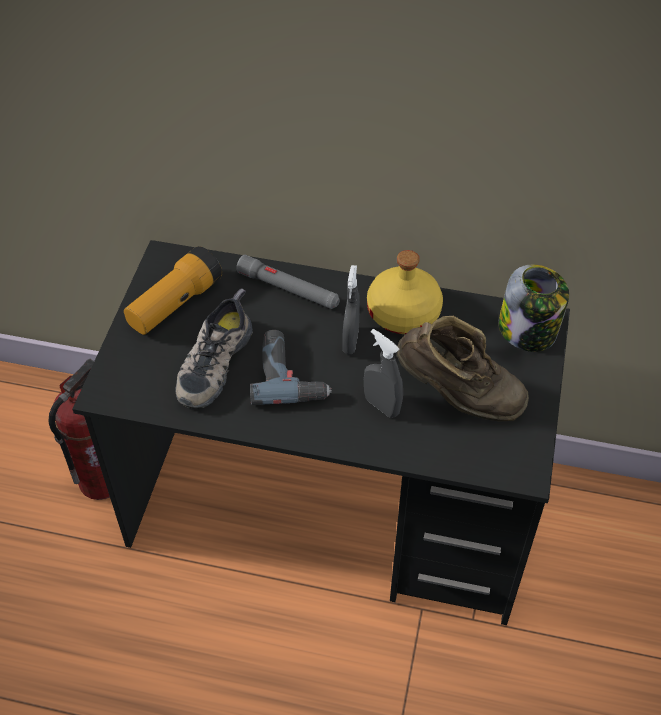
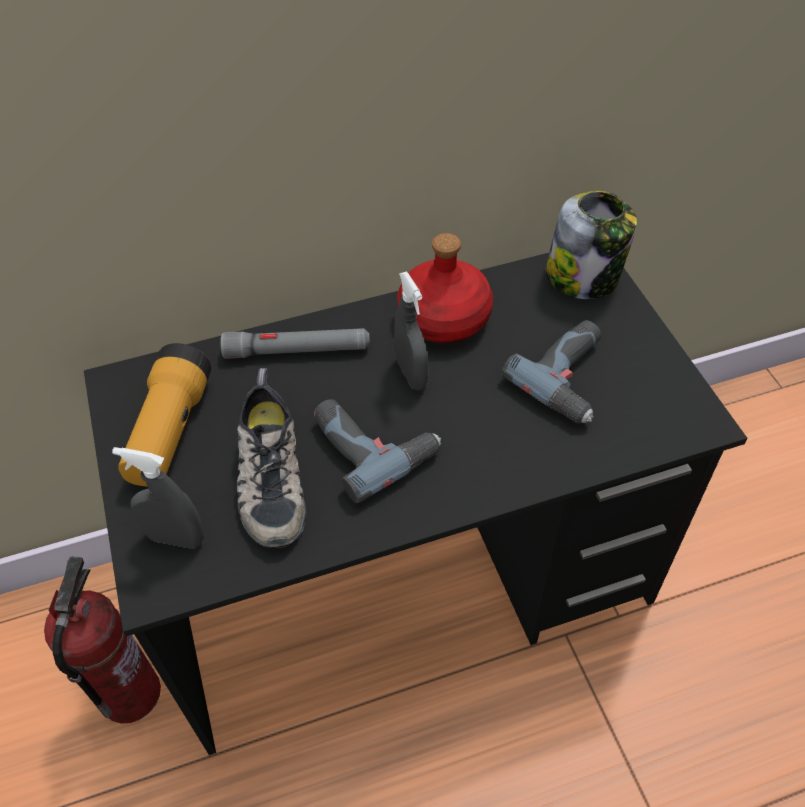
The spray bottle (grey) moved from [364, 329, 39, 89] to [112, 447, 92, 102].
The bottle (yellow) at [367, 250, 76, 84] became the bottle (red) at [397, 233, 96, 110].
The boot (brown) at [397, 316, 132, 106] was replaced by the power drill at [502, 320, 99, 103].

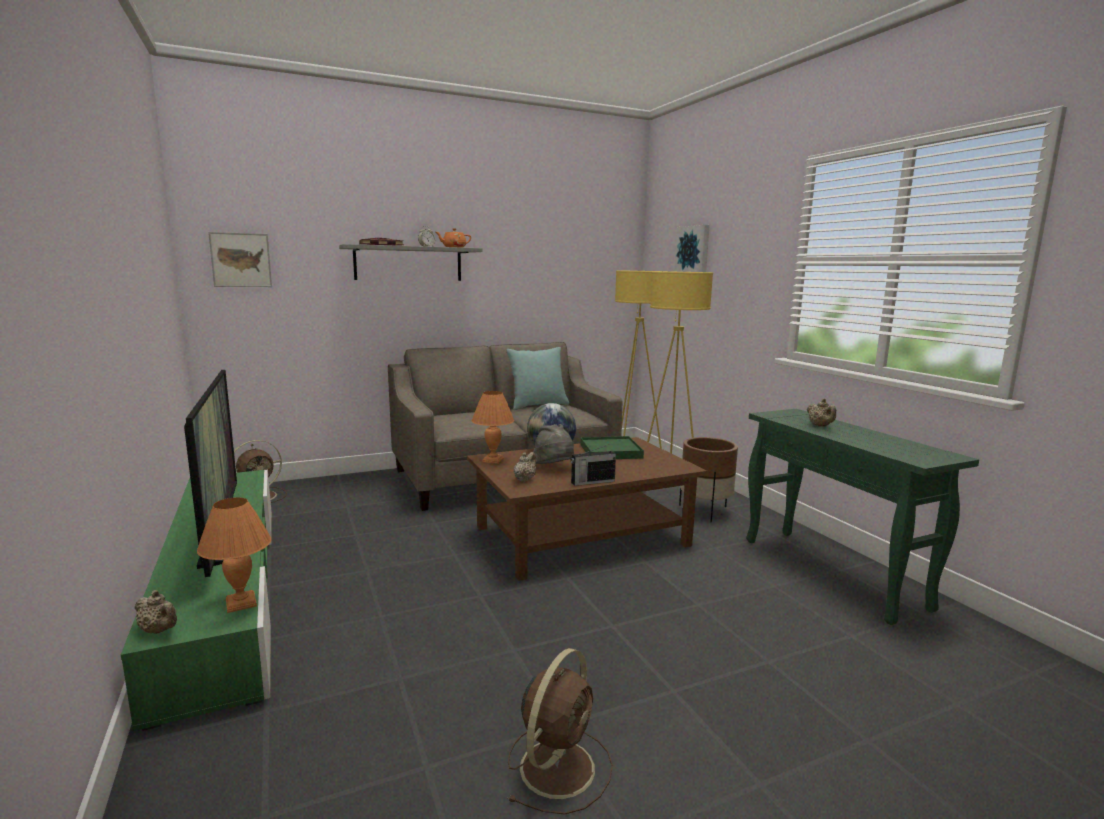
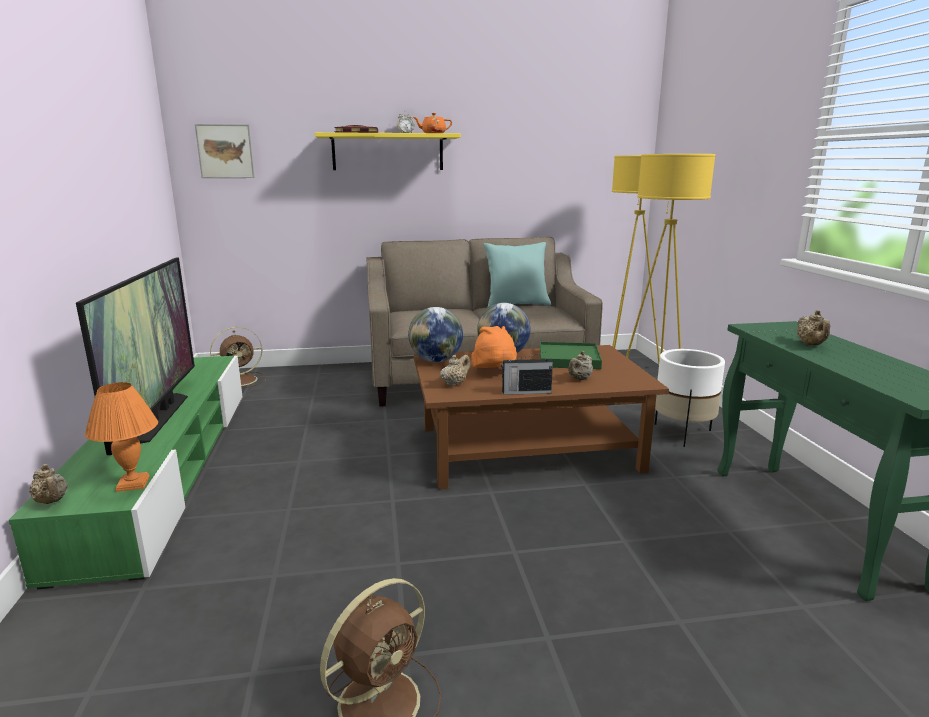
The shelf (grey) at [339, 244, 144, 37] became the shelf (yellow) at [315, 132, 146, 38].
The table lamp (orange) at [472, 391, 42, 73] was replaced by the globe at [408, 307, 55, 55].
The hat (grey) at [533, 424, 41, 40] became the hat (orange) at [471, 326, 46, 42].
The picture at [674, 225, 36, 47] disappeared.
The planter (brown) at [679, 437, 59, 85] became the planter (white) at [655, 349, 70, 98].
The teapot (beige) at [568, 351, 25, 29] appeared.

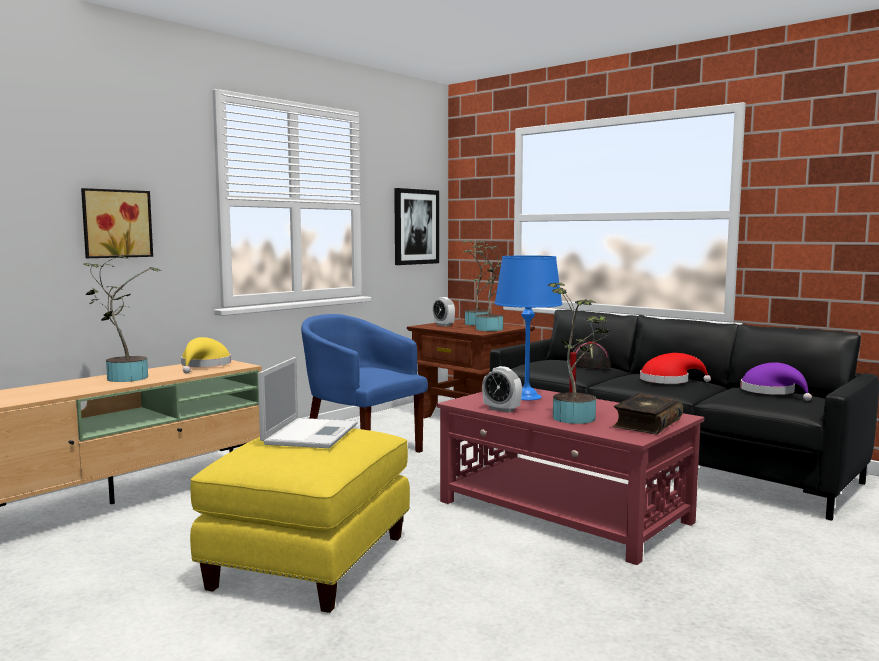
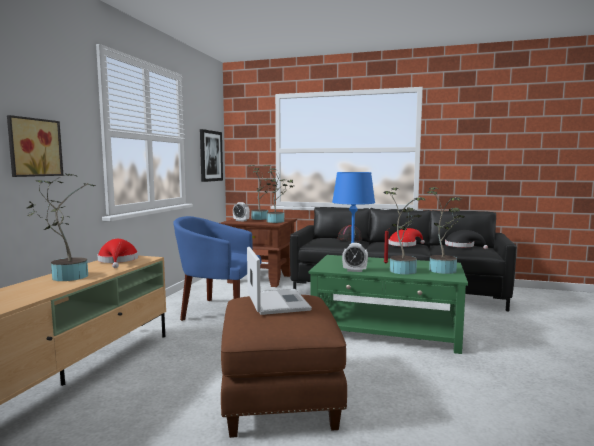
The hat (yellow) at [181, 337, 50, 36] became the hat (red) at [97, 239, 41, 29].
The ottoman (yellow) at [190, 428, 220, 185] became the ottoman (brown) at [221, 295, 126, 143].
The coffee table (red) at [437, 386, 267, 179] became the coffee table (green) at [309, 255, 159, 99].
The book at [613, 393, 70, 41] was replaced by the potted plant at [427, 187, 38, 87].
The hat (purple) at [740, 362, 72, 39] became the hat (black) at [445, 230, 43, 19].

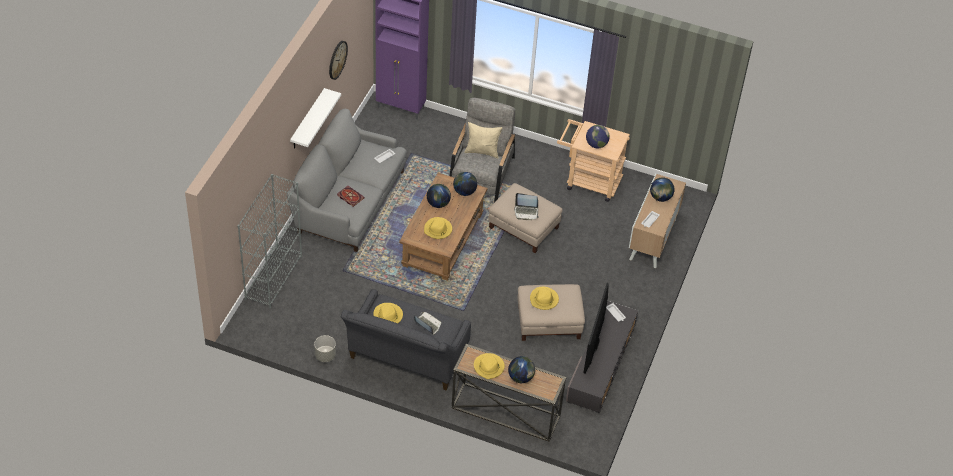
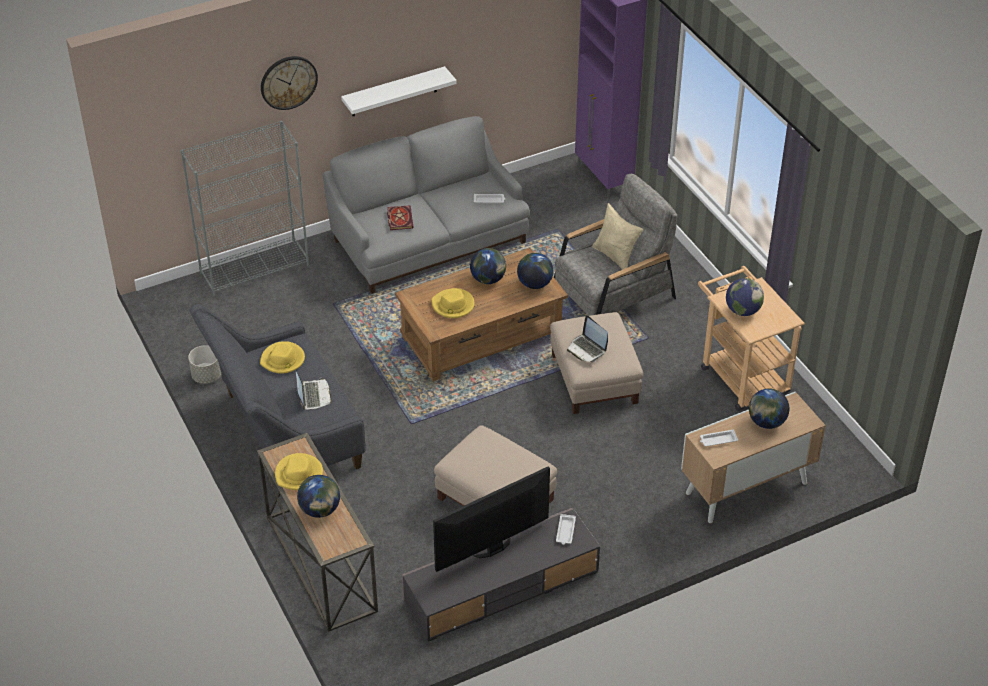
The wall clock moved from [329, 41, 19, 39] to [261, 56, 57, 54].
The hat (yellow) at [530, 287, 29, 23] disappeared.

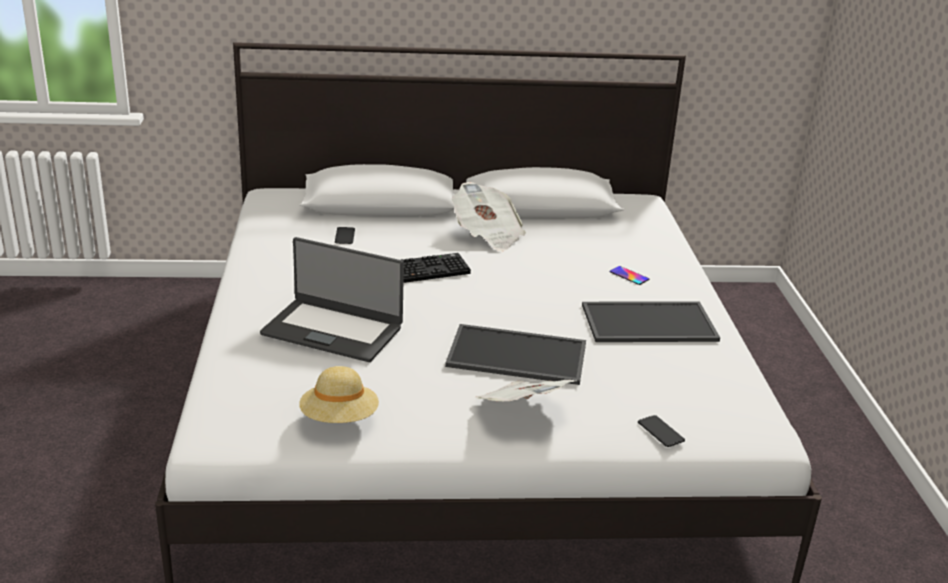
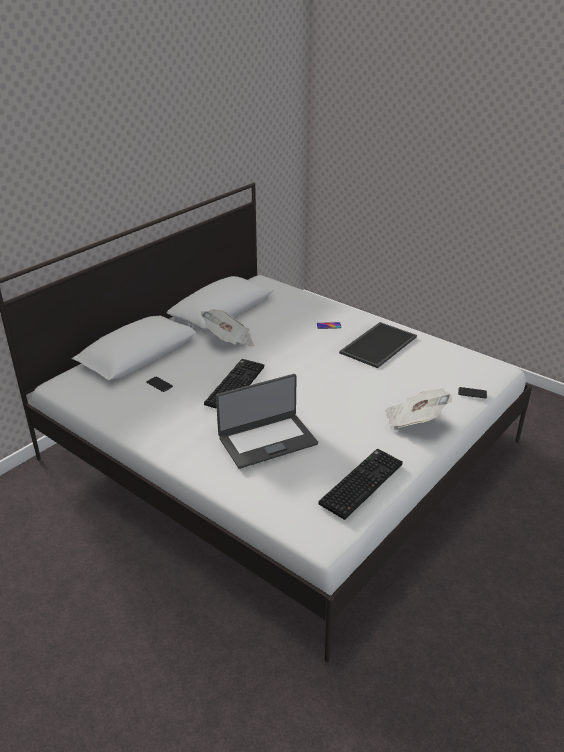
The hat (beige) at [299, 366, 80, 57] was replaced by the keyboard at [318, 449, 85, 71].
The tray at [445, 324, 141, 61] disappeared.

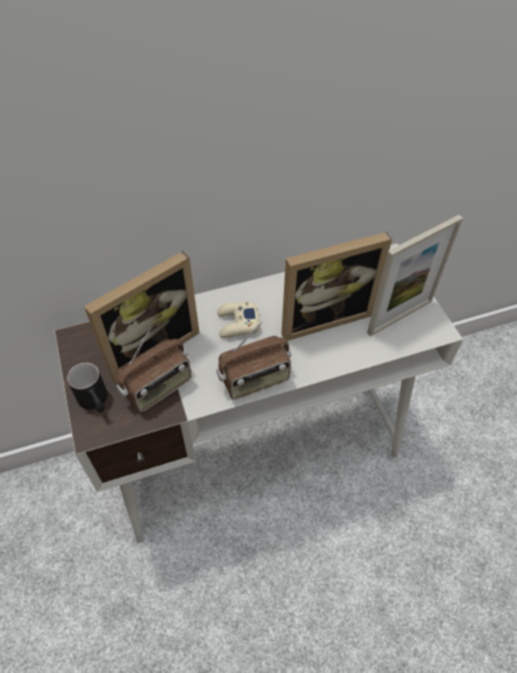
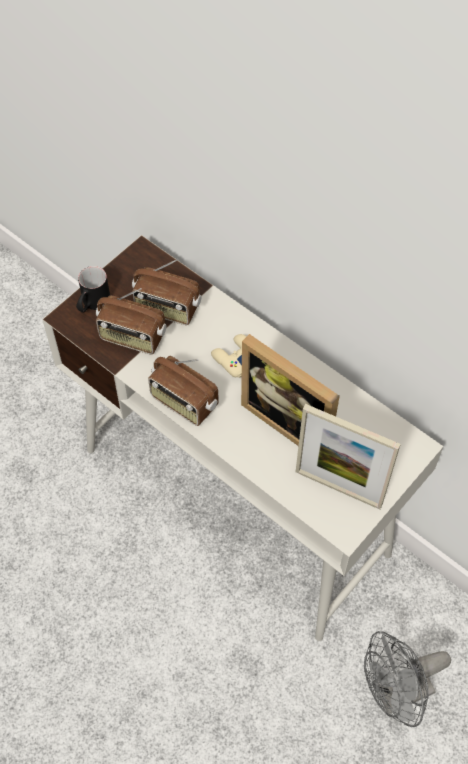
The picture frame at [84, 251, 115, 134] was replaced by the radio at [132, 259, 70, 66].
The fan (grey) at [364, 631, 87, 96] appeared.

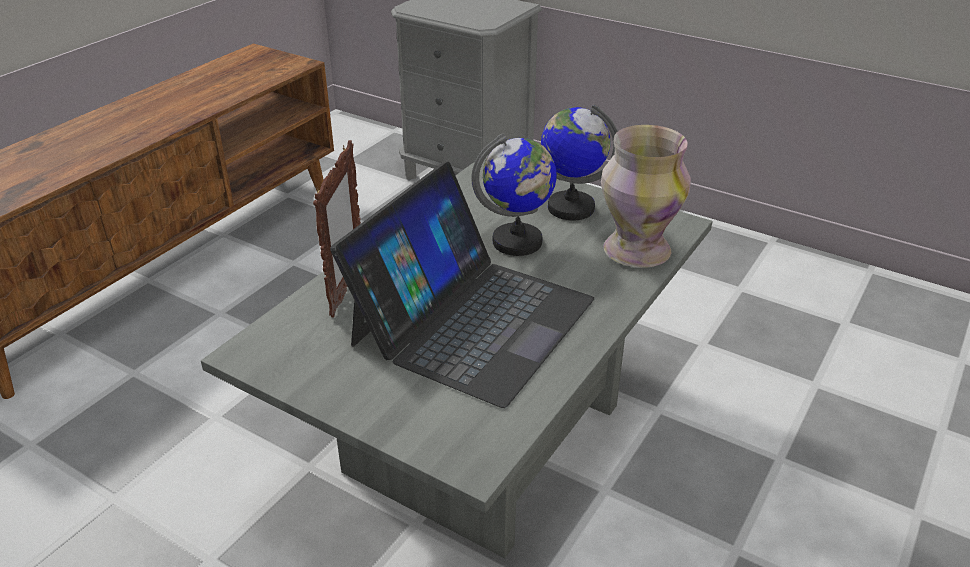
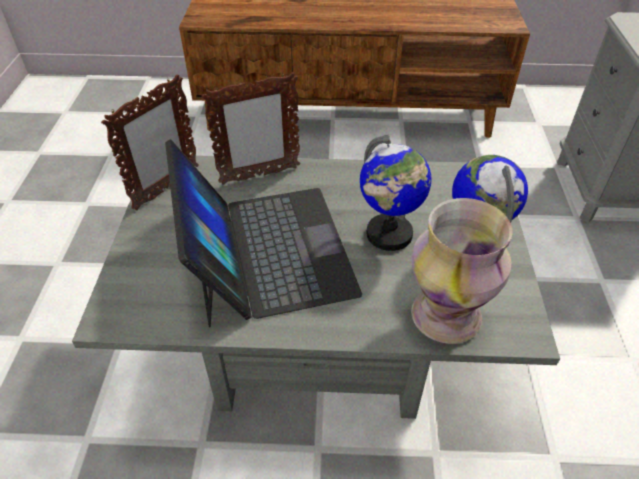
The laptop at [330, 162, 264, 246] turned 105 degrees counterclockwise.
The picture frame at [101, 74, 98, 136] appeared.

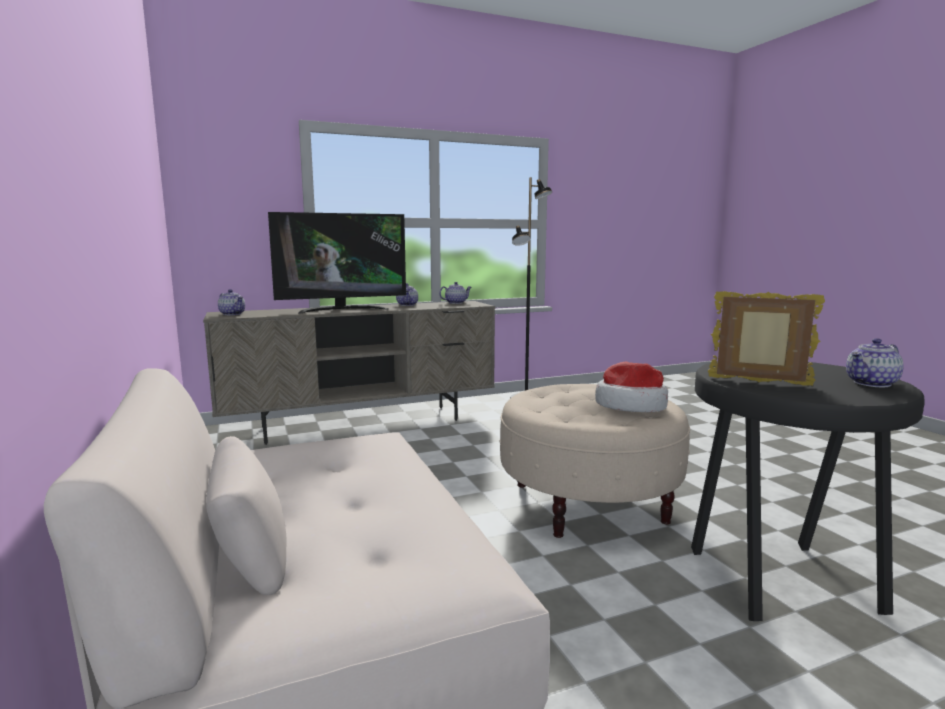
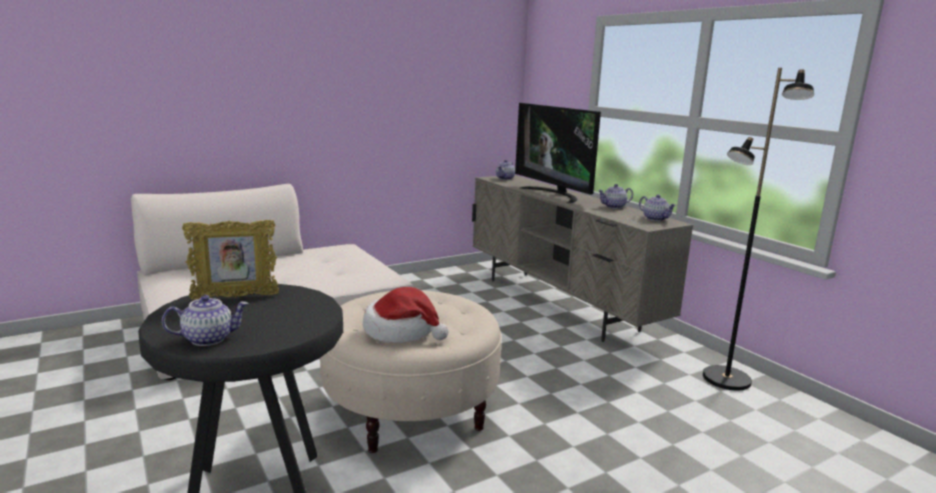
The picture frame at [708, 291, 117, 95] turned 60 degrees clockwise.
The teapot at [846, 338, 58, 49] turned 105 degrees clockwise.

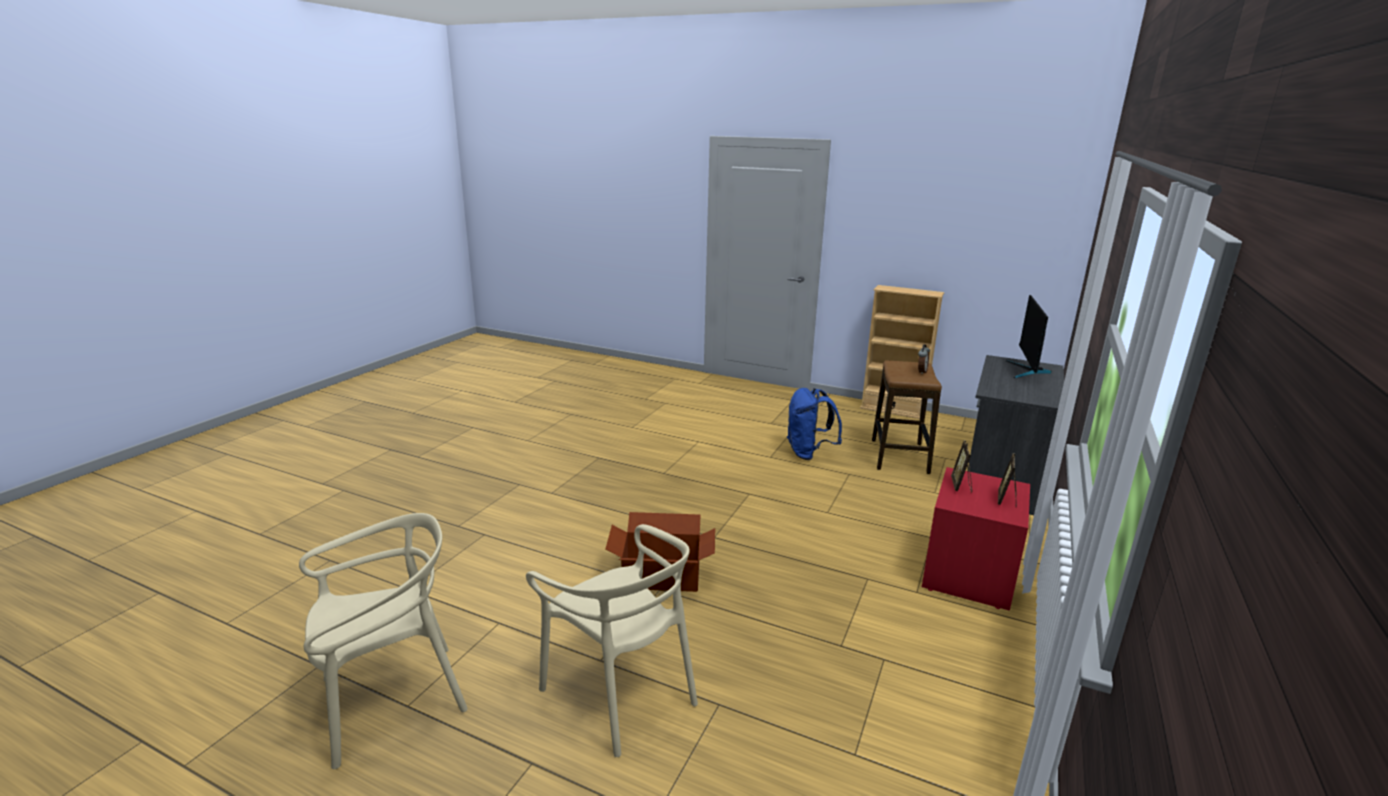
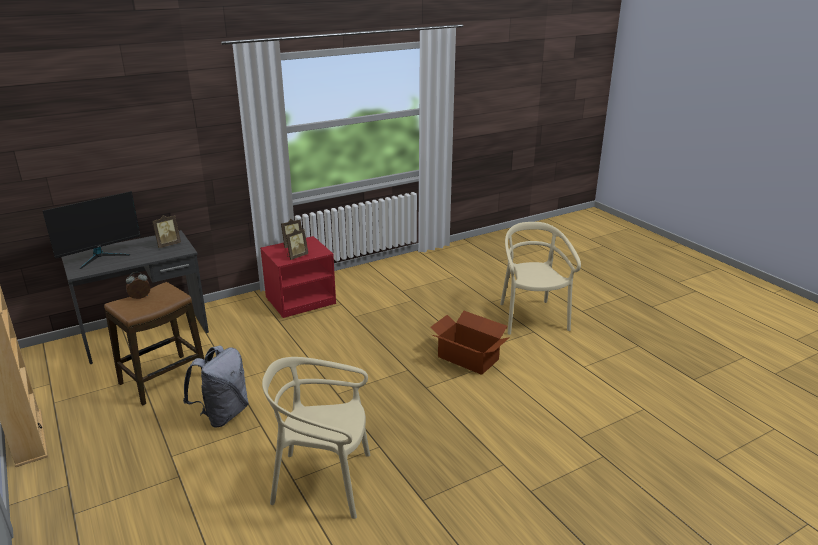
The chair (beige) moved from [299, 513, 169, 256] to [262, 357, 108, 162].
The backpack (blue) at [787, 388, 55, 72] became the backpack (grey) at [183, 345, 66, 83].
The picture frame at [152, 215, 29, 33] appeared.

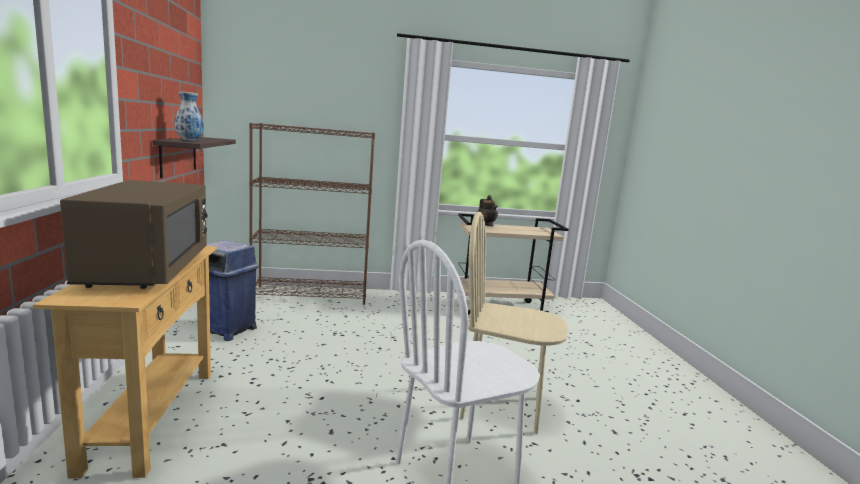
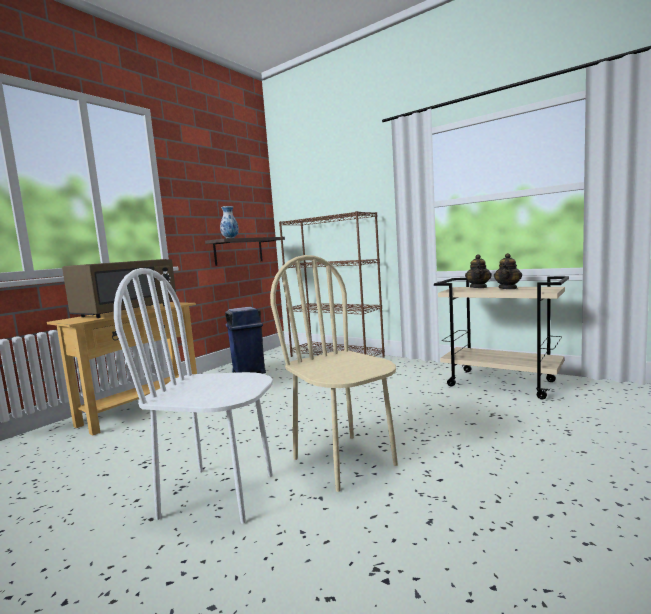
The teapot at [494, 253, 28, 36] appeared.

